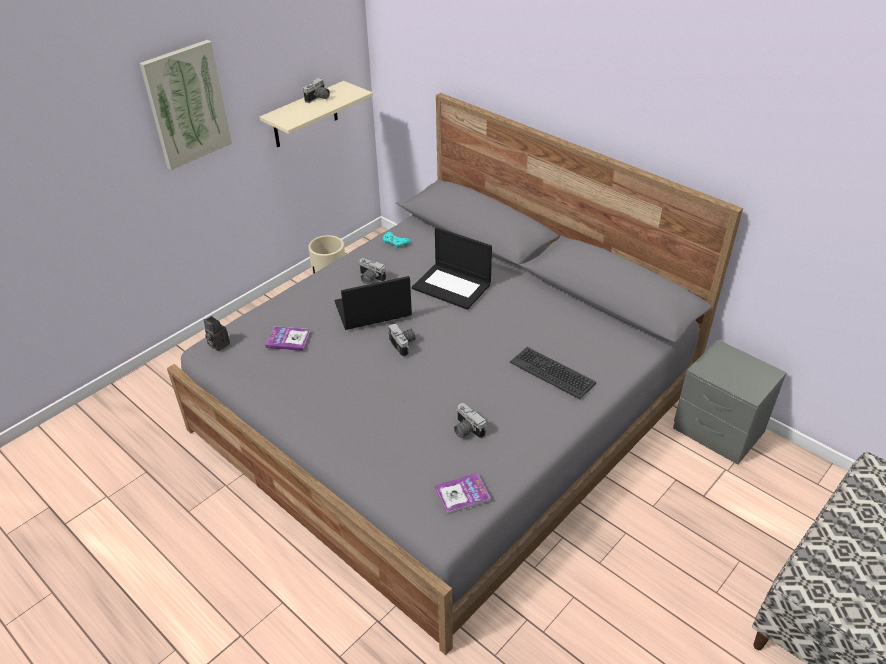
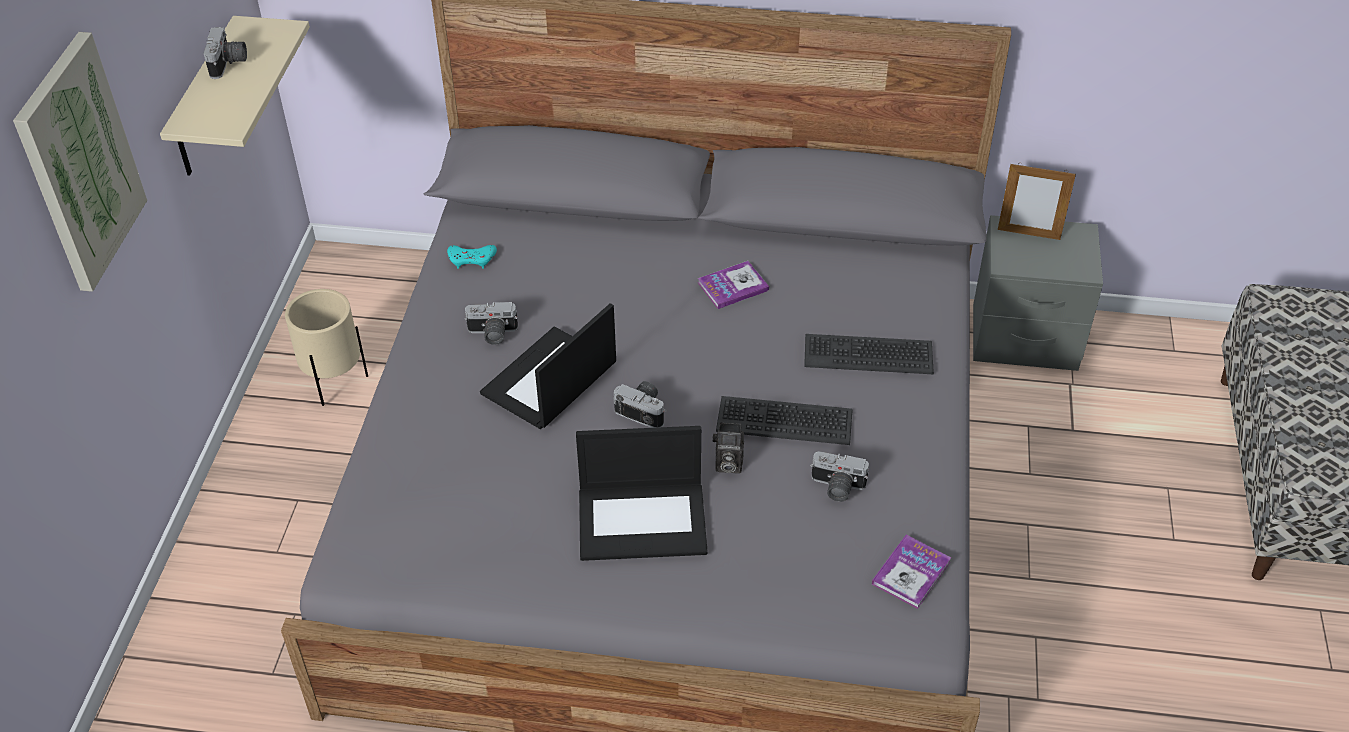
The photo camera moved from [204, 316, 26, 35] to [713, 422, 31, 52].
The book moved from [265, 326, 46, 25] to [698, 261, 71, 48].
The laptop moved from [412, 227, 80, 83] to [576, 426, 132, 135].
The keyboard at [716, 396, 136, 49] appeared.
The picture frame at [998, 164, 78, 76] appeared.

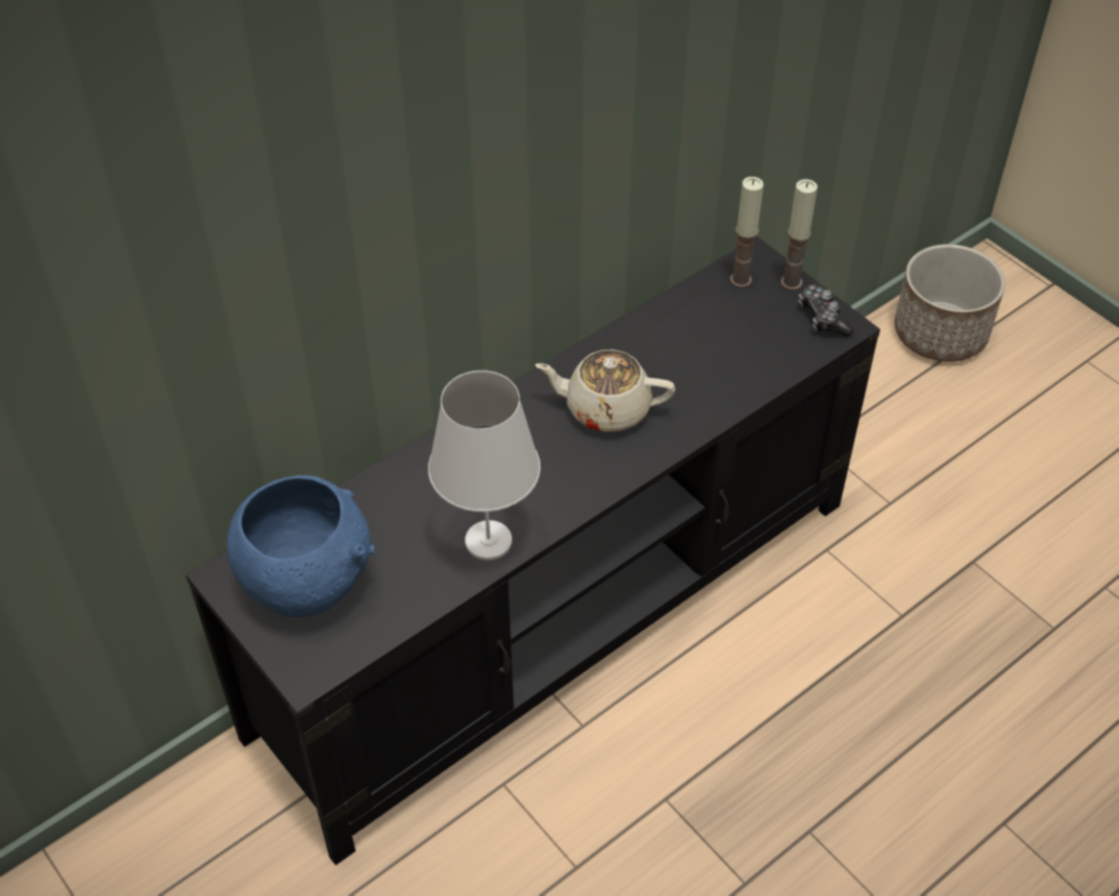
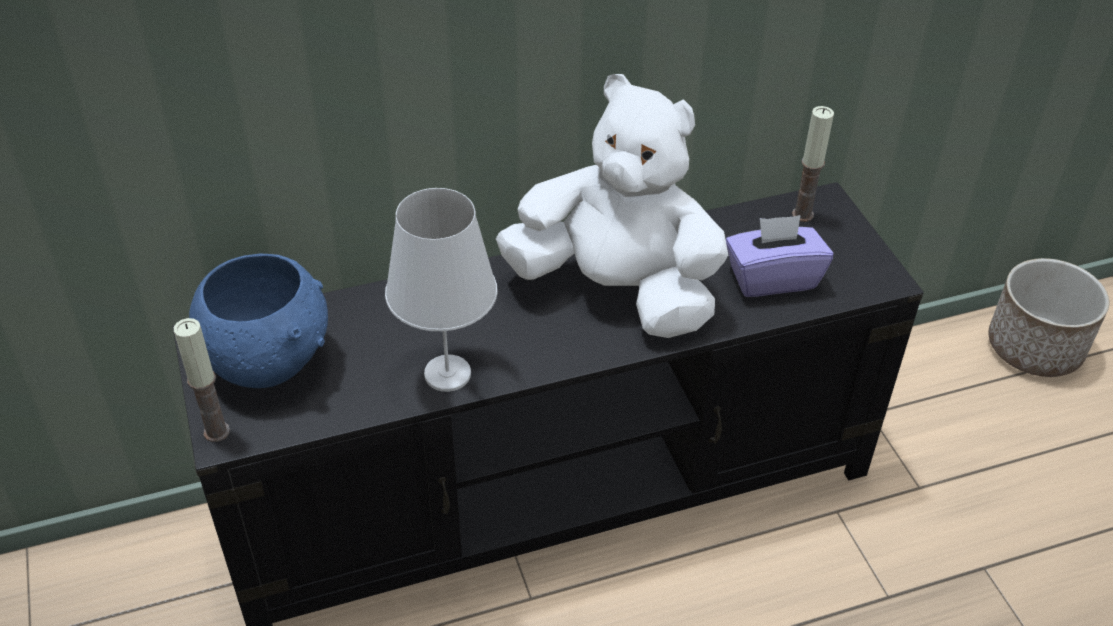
The teapot (beige) at [535, 349, 140, 83] was replaced by the plush toy (white) at [496, 74, 232, 264].
The candle moved from [781, 179, 36, 111] to [174, 318, 56, 124].
The game controller at [799, 285, 55, 52] disappeared.
The tissue box (purple) at [726, 215, 107, 82] appeared.

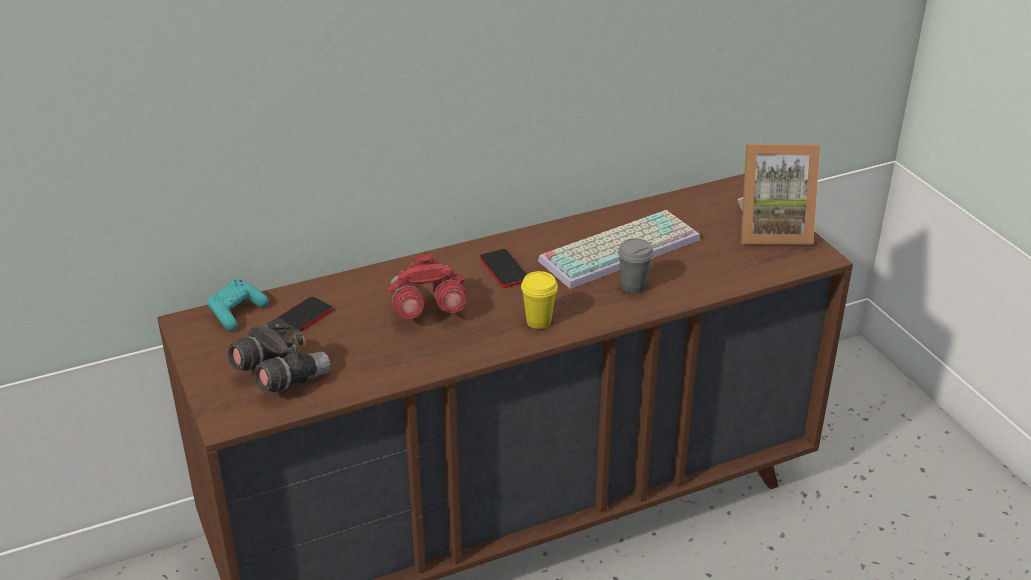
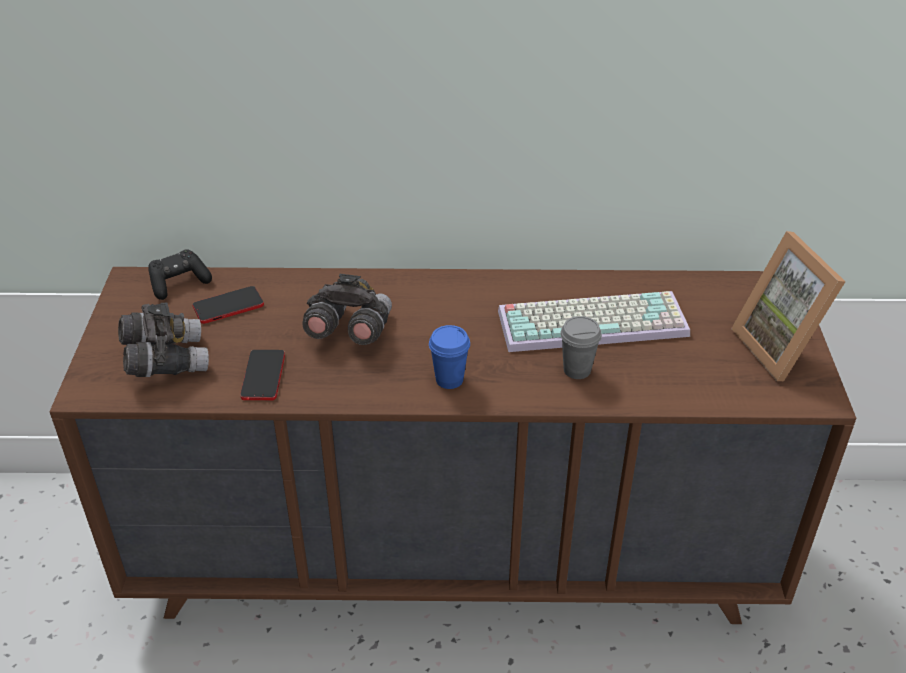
The game controller (turquoise) at [207, 279, 61, 51] became the game controller (black) at [148, 249, 64, 51].
The binoculars (red) at [388, 254, 79, 65] became the binoculars (grey) at [302, 274, 90, 71].
The phone moved from [480, 249, 47, 39] to [240, 350, 45, 50].
The cup (yellow) at [521, 271, 37, 58] became the cup (blue) at [429, 325, 41, 64].
The picture frame at [738, 144, 82, 101] turned 45 degrees clockwise.

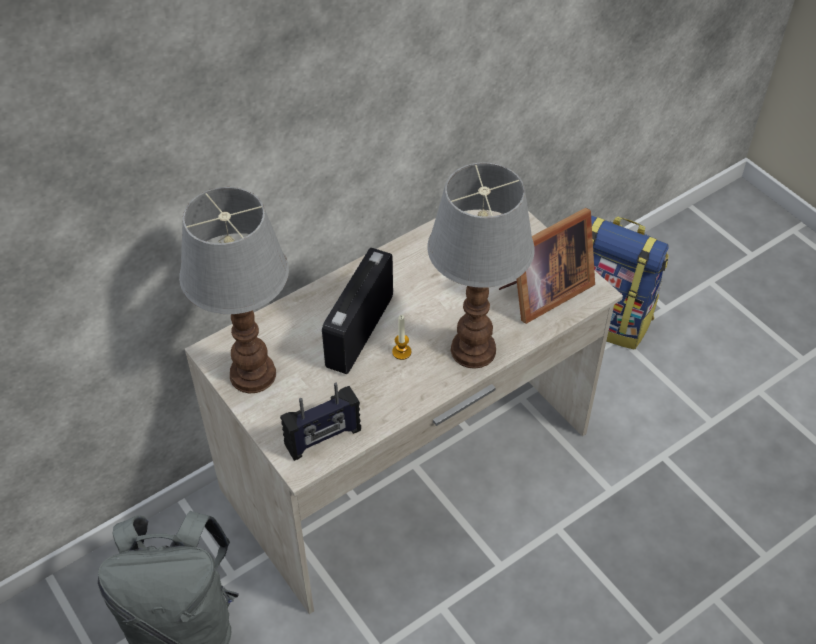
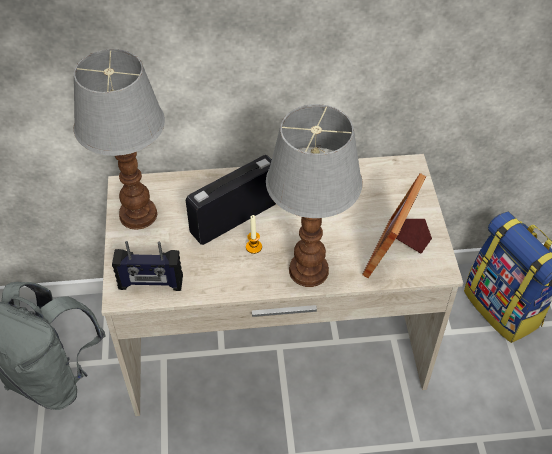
The picture frame at [499, 208, 96, 116] turned 120 degrees clockwise.

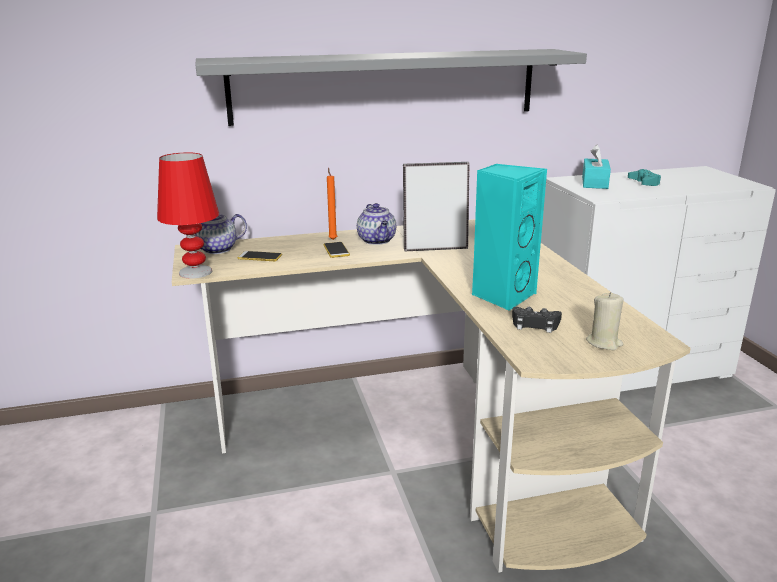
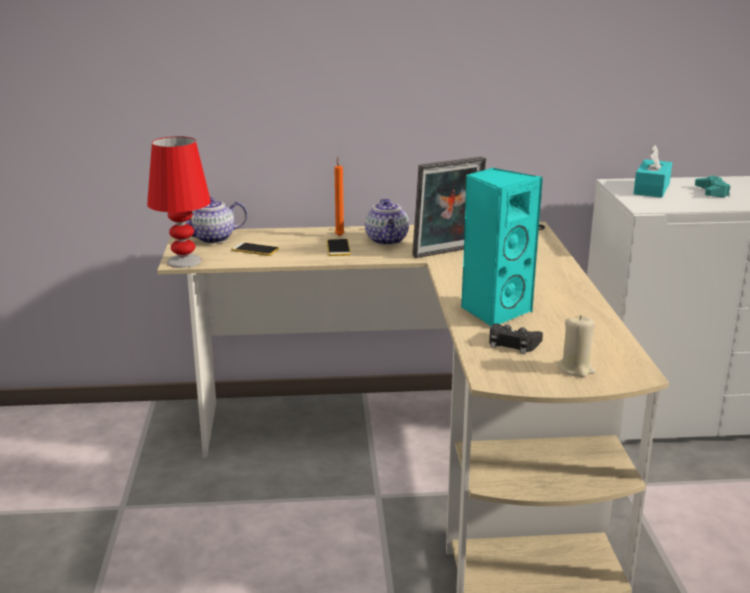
The shelf (grey) at [196, 49, 391, 77] disappeared.
The picture frame at [403, 162, 67, 89] turned 150 degrees clockwise.

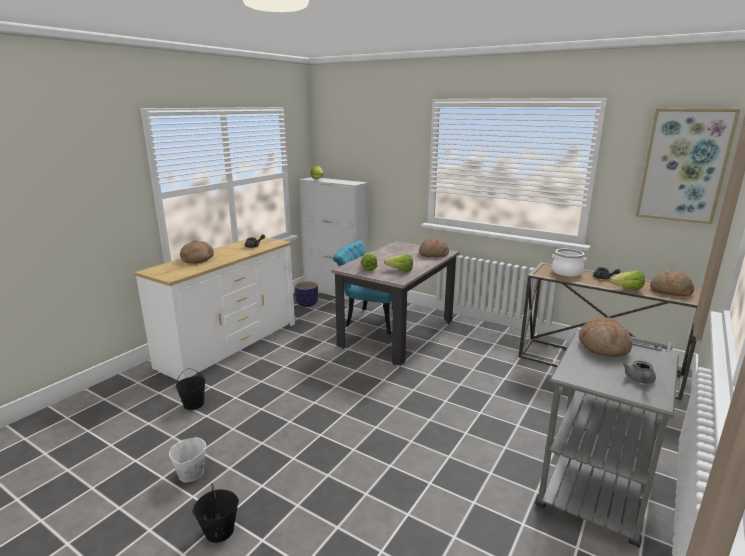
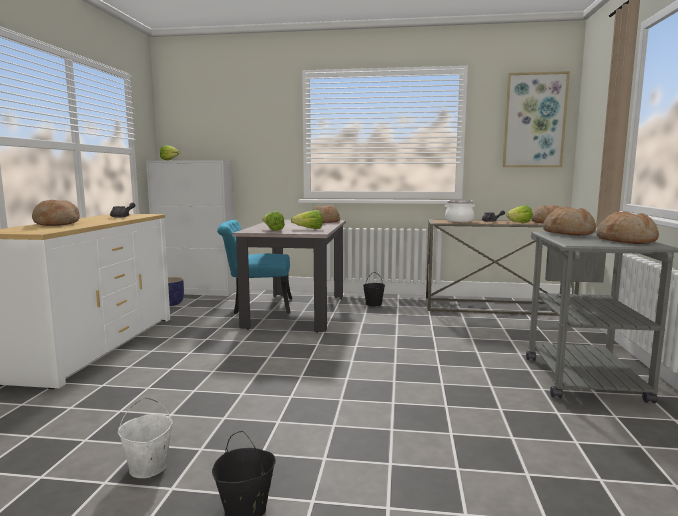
The bucket (black) moved from [176, 368, 30, 42] to [363, 272, 22, 35].
The teapot (grey) at [622, 361, 34, 23] was replaced by the bread at [597, 212, 62, 32].

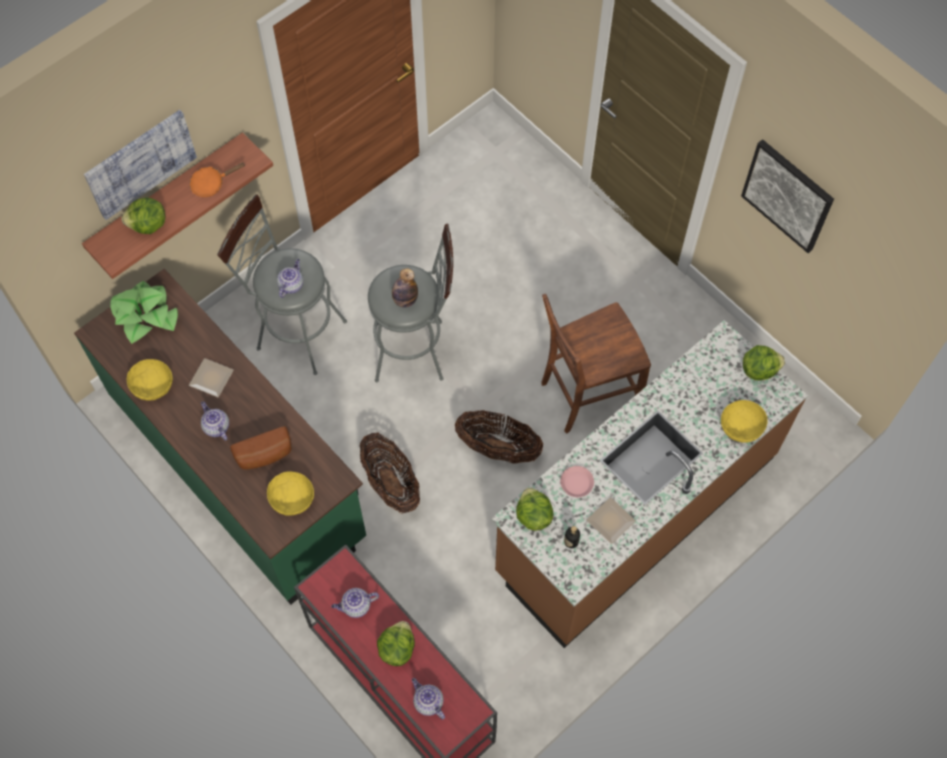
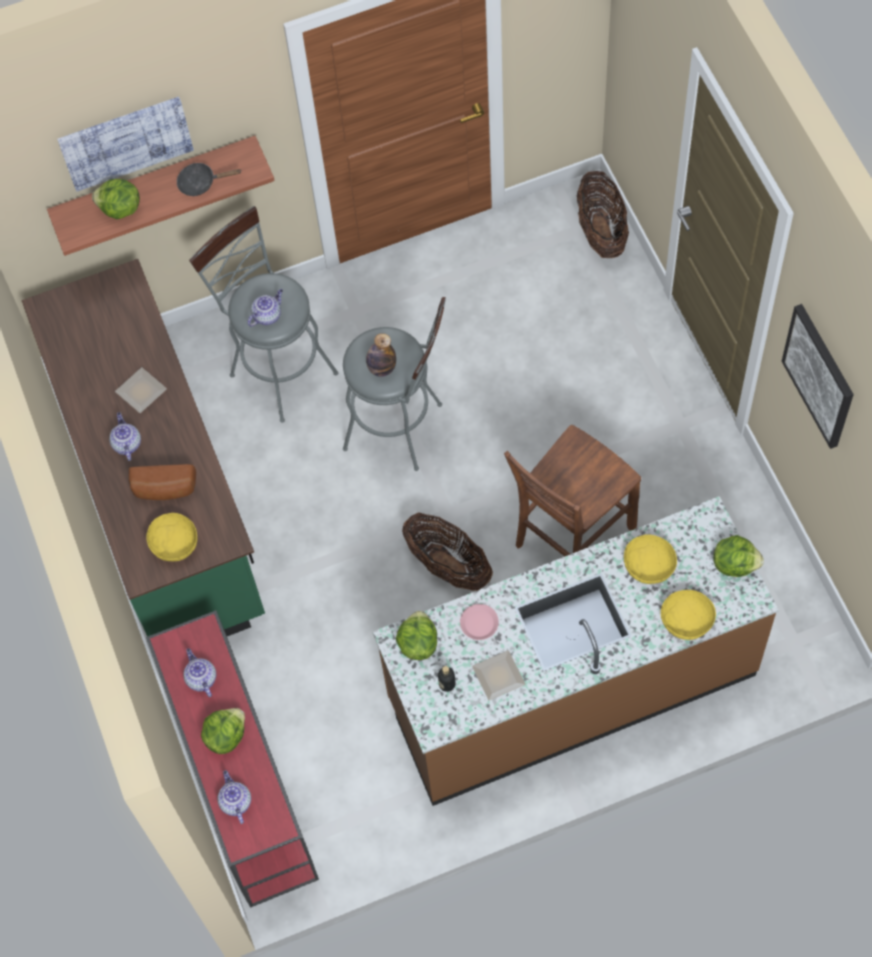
The potted plant at [110, 281, 68, 63] disappeared.
The bowl (yellow) moved from [127, 359, 46, 42] to [624, 534, 53, 50].
The frying pan (orange) at [189, 162, 57, 35] became the frying pan (black) at [177, 163, 65, 33].
The teapot at [331, 588, 48, 30] turned 60 degrees clockwise.
The basket moved from [359, 432, 61, 82] to [577, 171, 52, 87].
The chair (brown) at [541, 294, 110, 140] turned 45 degrees counterclockwise.

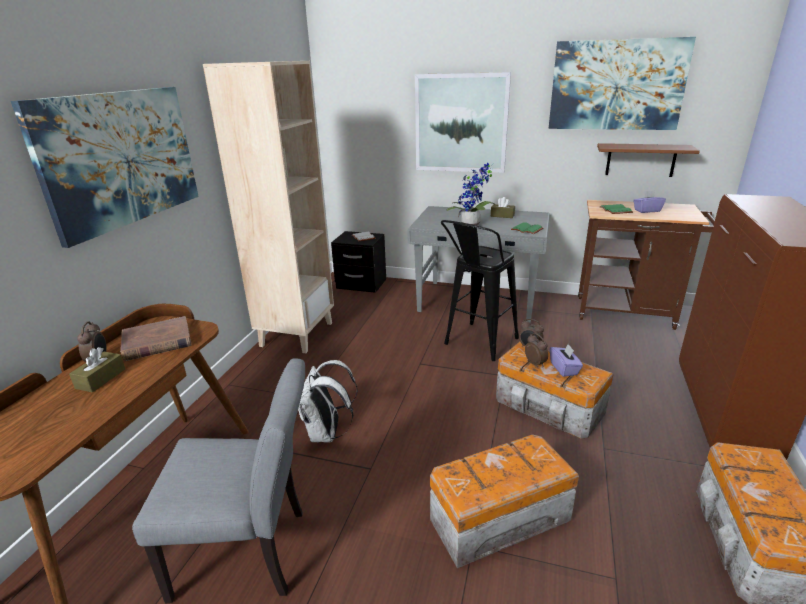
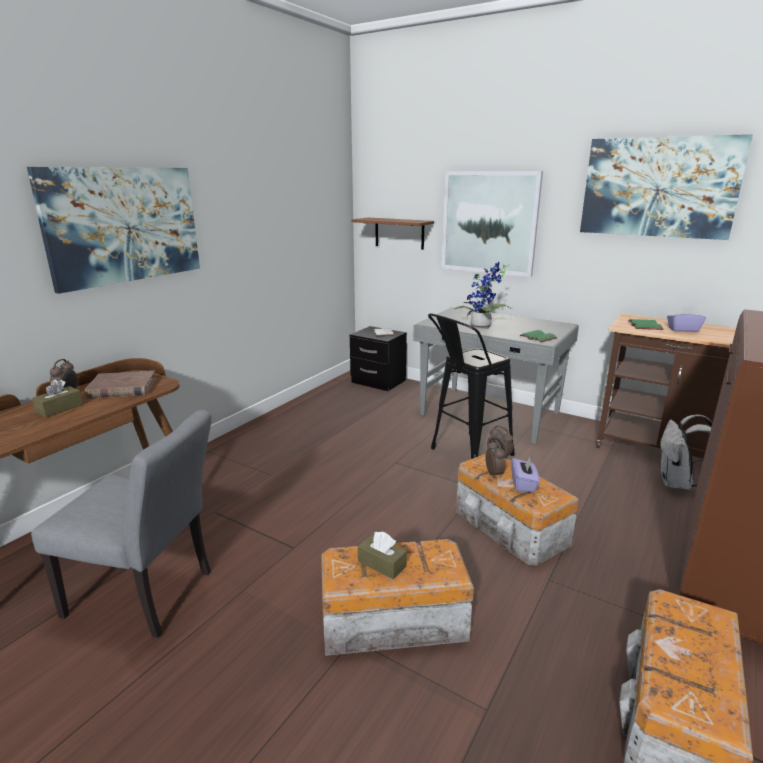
The bookcase (beige) at [203, 61, 131, 292] disappeared.
The backpack (white) moved from [298, 360, 60, 83] to [660, 414, 52, 76].
The tissue box (brown) moved from [491, 197, 24, 21] to [358, 532, 49, 47].
The shelf moved from [597, 143, 103, 34] to [351, 218, 83, 32].

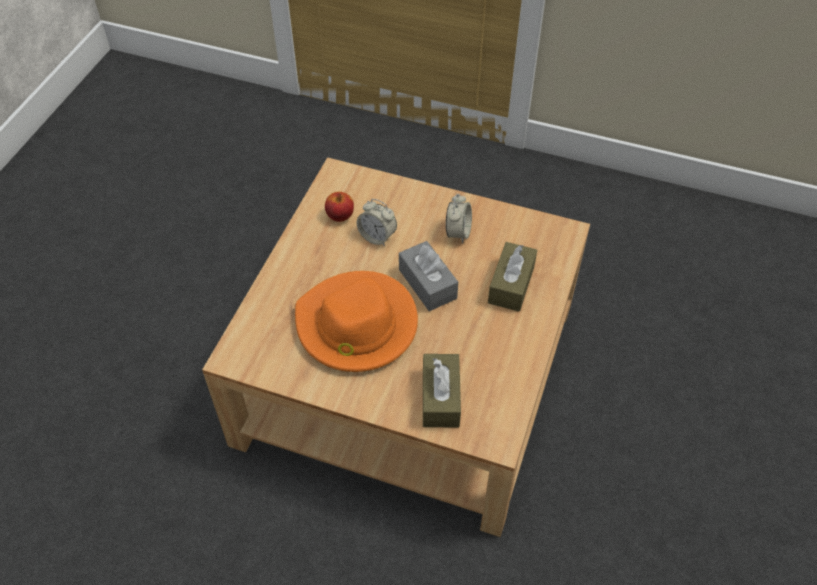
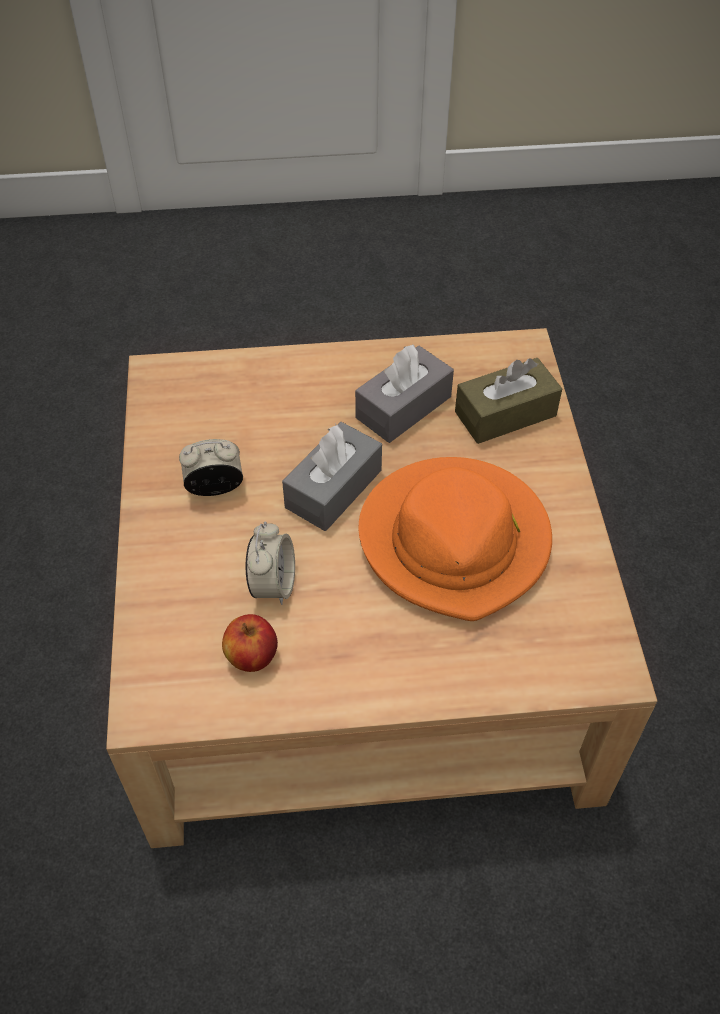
The tissue box (brown) at [488, 242, 49, 69] disappeared.
The tissue box (grey) at [355, 344, 99, 99] appeared.

